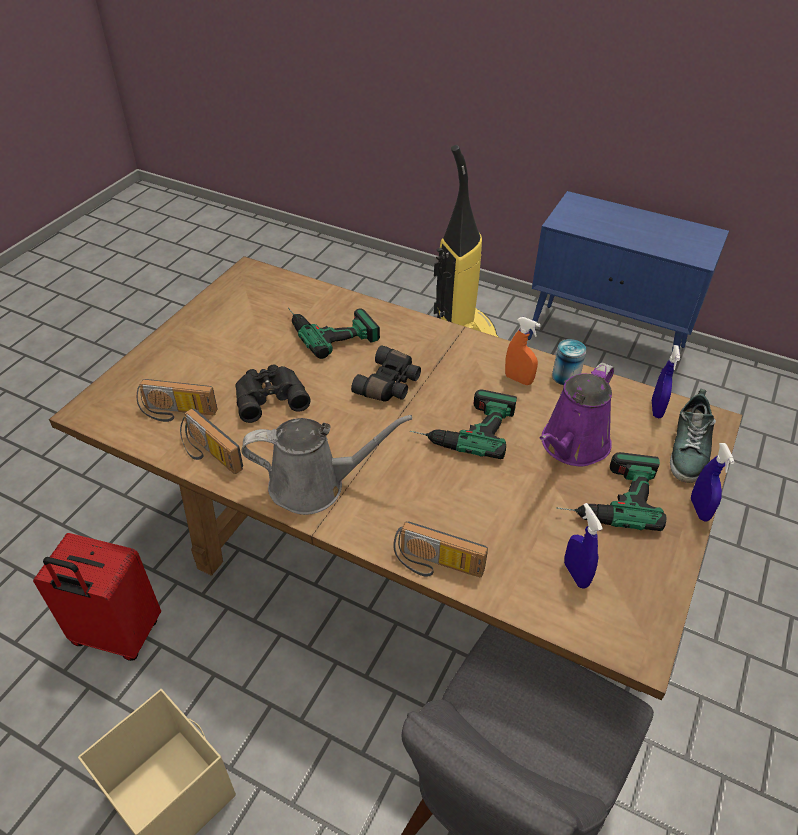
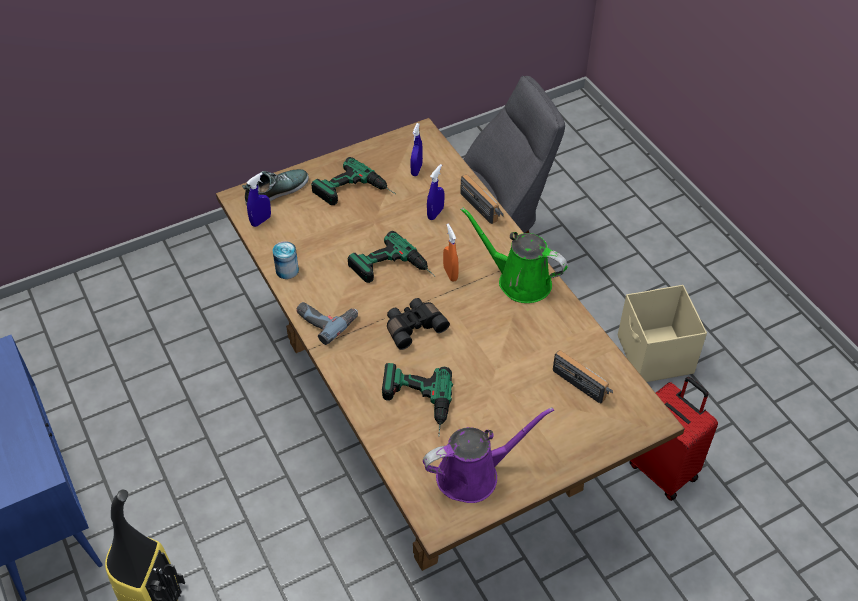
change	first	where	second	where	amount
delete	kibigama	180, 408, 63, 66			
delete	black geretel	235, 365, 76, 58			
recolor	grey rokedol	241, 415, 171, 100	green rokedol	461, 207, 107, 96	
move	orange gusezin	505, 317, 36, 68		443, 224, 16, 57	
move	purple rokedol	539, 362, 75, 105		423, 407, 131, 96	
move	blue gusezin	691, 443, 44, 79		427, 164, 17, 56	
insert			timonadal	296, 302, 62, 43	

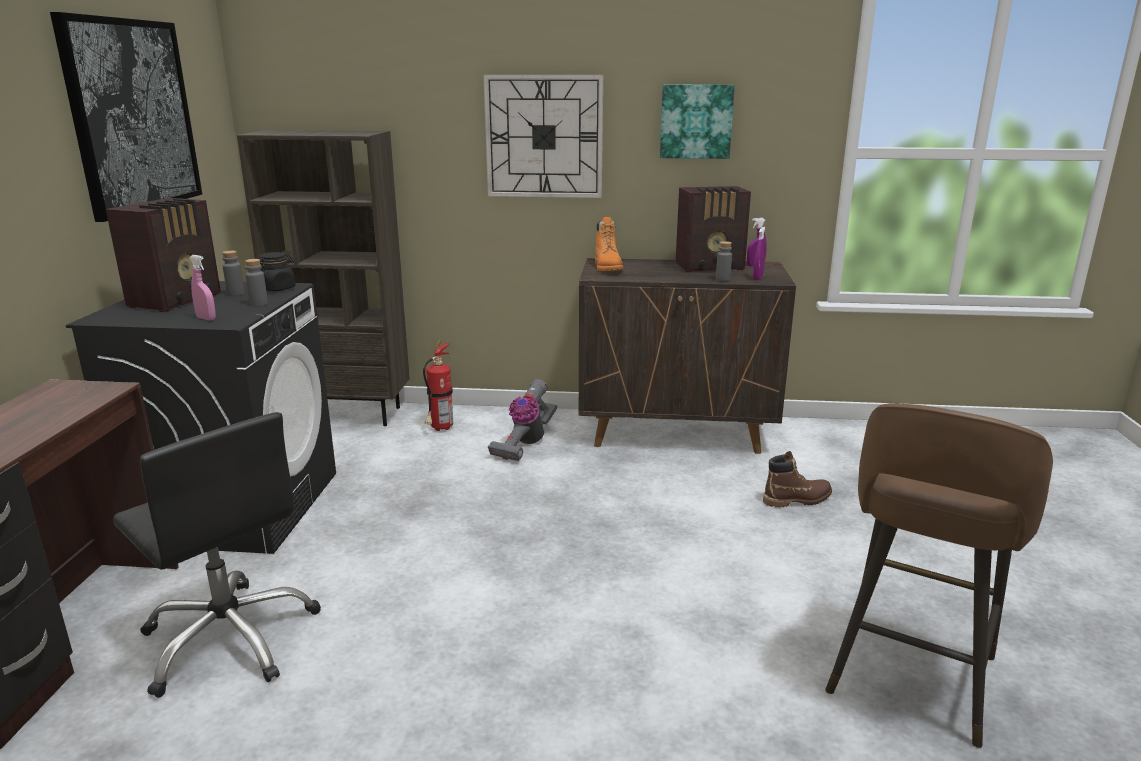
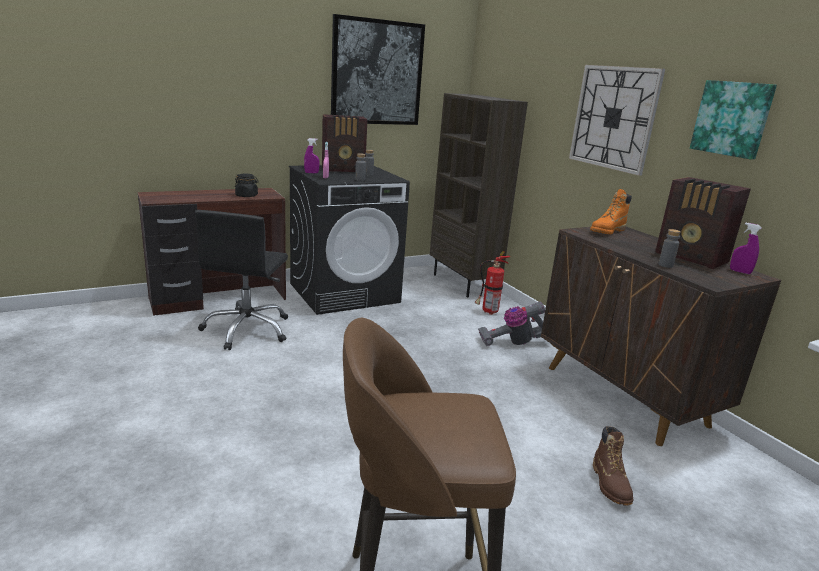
change	first	where	second	where	amount
move	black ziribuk	257, 252, 38, 39		235, 174, 24, 23	
move	purple gusezin	753, 227, 12, 53		304, 138, 16, 35	
rotate	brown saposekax	763, 451, 69, 56		593, 426, 40, 80	45 degrees clockwise

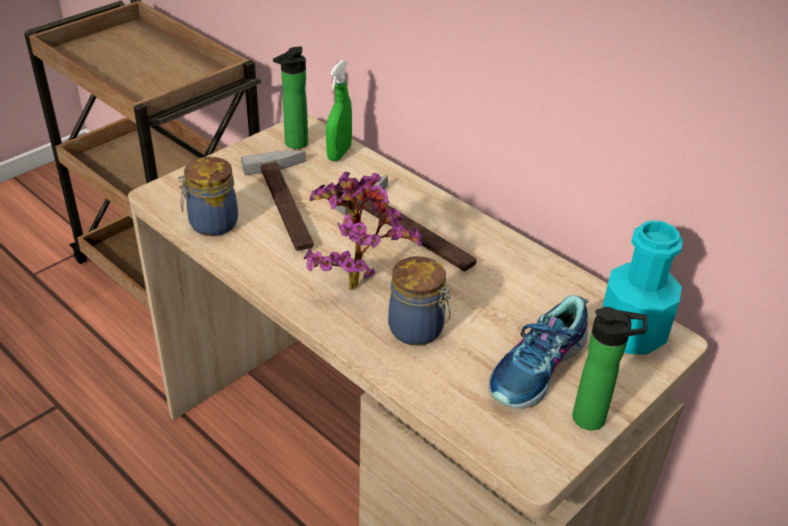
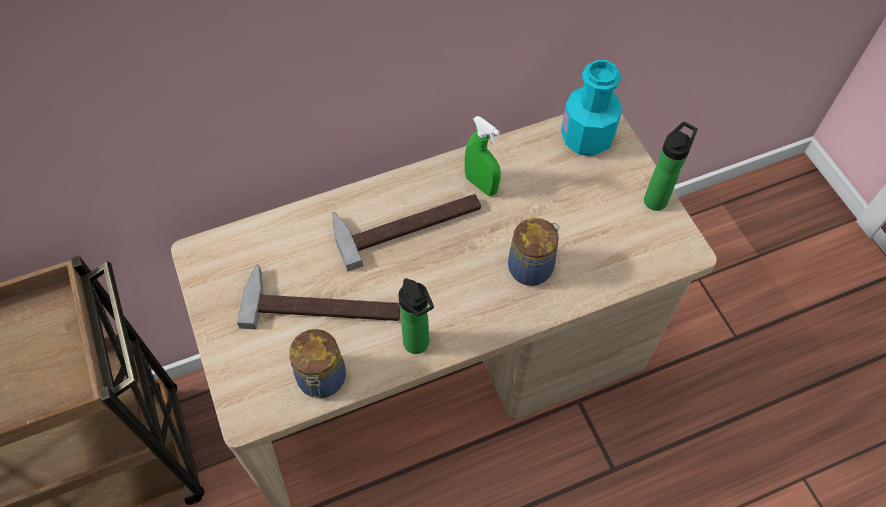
change	first	where	second	where	amount
move	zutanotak	273, 46, 35, 103		398, 278, 36, 76	
delete	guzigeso	304, 172, 118, 118			
move	green gusezin	326, 60, 26, 101		465, 116, 36, 80	
delete	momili	489, 295, 100, 114			

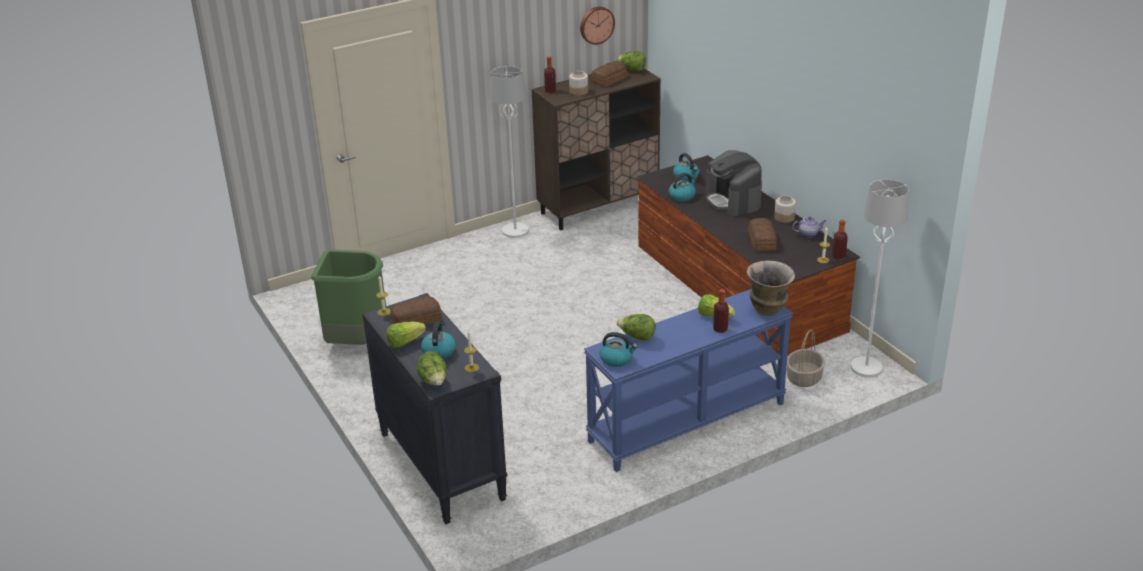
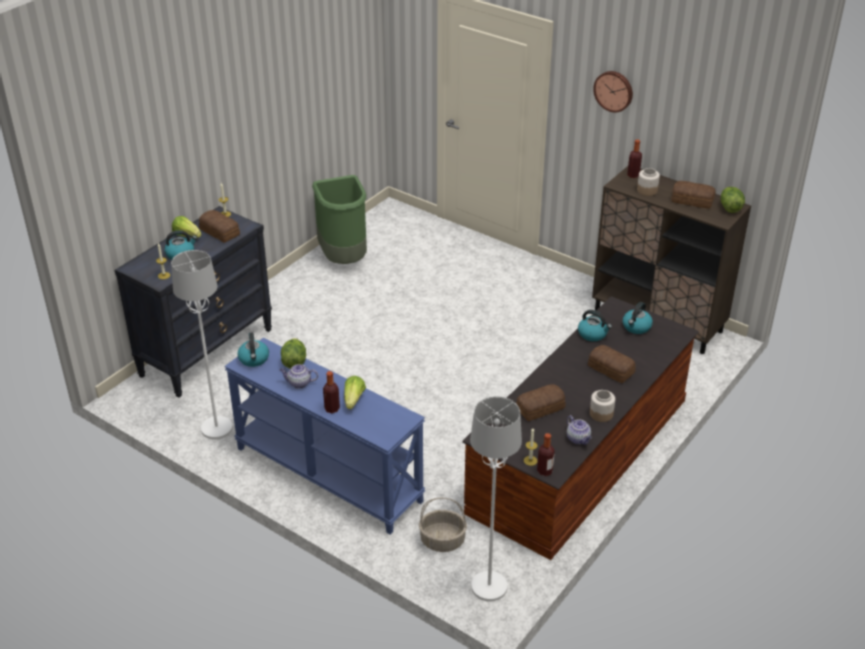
change	first	where	second	where	amount
delete	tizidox	416, 351, 31, 35			
move	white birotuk	490, 66, 39, 172		171, 250, 62, 189	
move	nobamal	580, 7, 35, 38		593, 71, 40, 41	
replace	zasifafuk	706, 150, 56, 66	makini	588, 345, 48, 38	
delete	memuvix	747, 261, 48, 55			
insert			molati	280, 364, 38, 25	

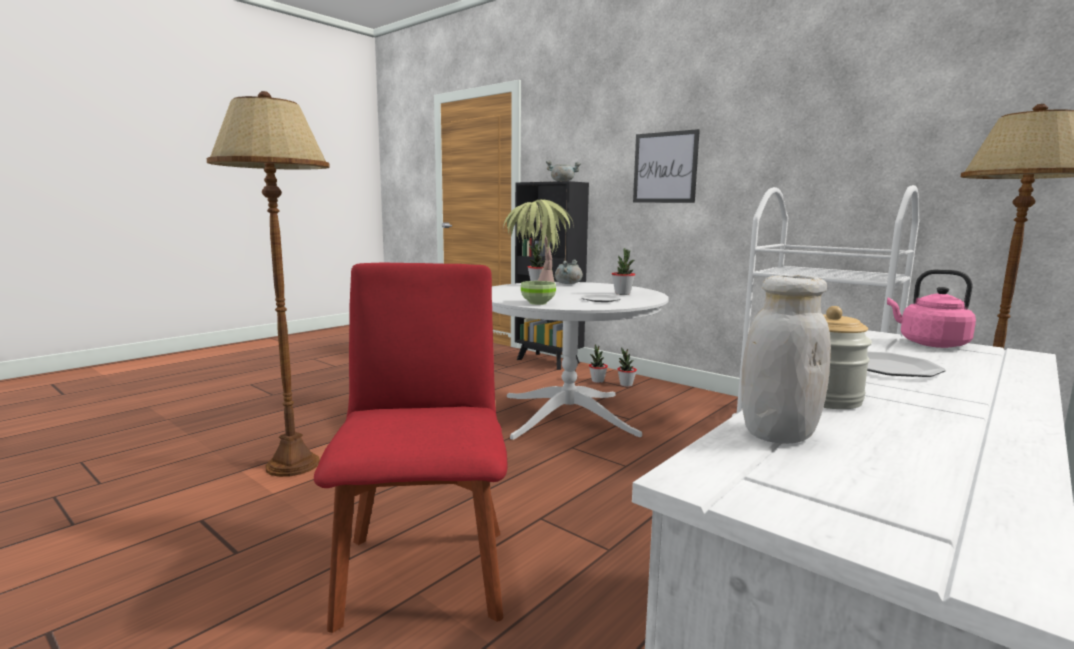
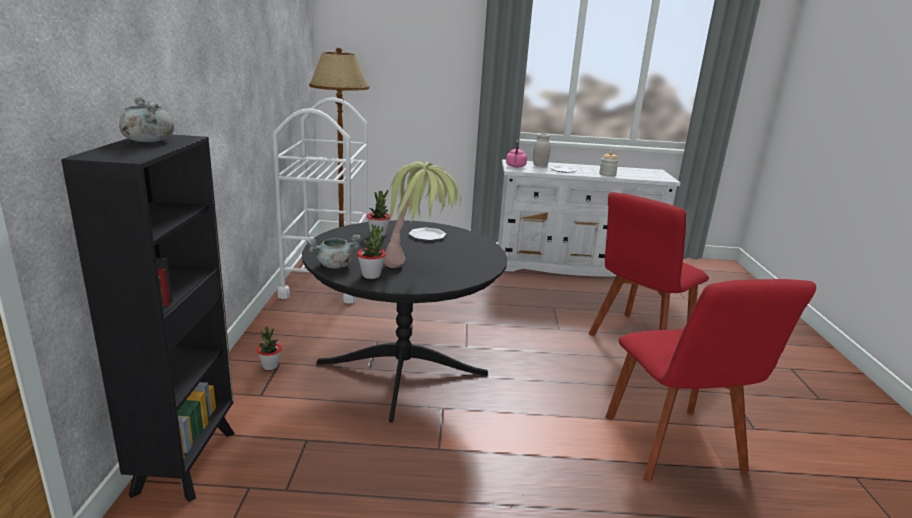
change	first	where	second	where	amount
replace	brown birotuk	206, 91, 124, 386	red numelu	606, 279, 210, 203	
recolor	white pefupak	492, 282, 177, 158	black pefupak	302, 220, 205, 202	
delete	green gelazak	521, 281, 35, 24			
delete	guzigeso	589, 344, 19, 39			
delete	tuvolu	633, 129, 67, 74			
move	white ziribuk	741, 275, 90, 169		533, 133, 18, 33	

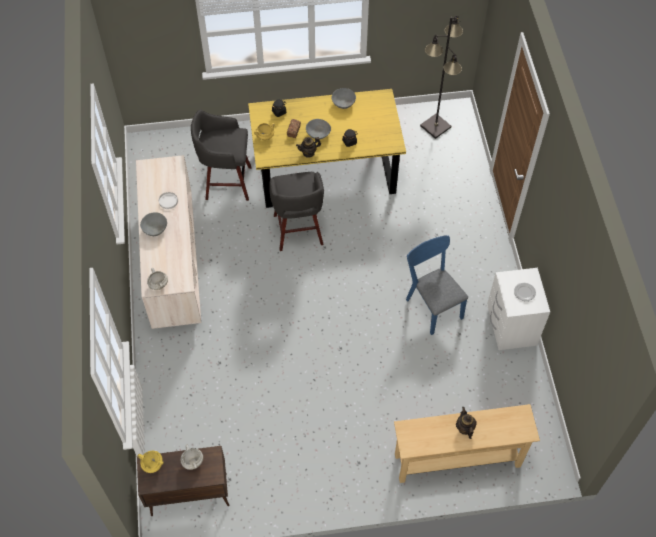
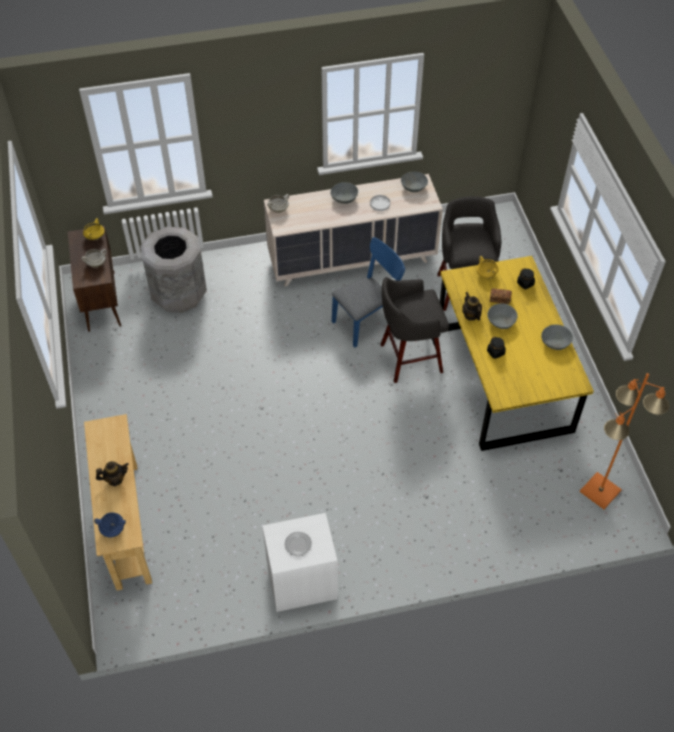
change	first	where	second	where	amount
move	blue numelu	406, 235, 62, 100		332, 237, 73, 111	
recolor	black birotuk	420, 15, 43, 124	orange birotuk	580, 373, 89, 136	
insert			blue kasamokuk	94, 512, 32, 25	
insert			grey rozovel	141, 227, 66, 86	
insert			grey gelazak	401, 171, 27, 21	

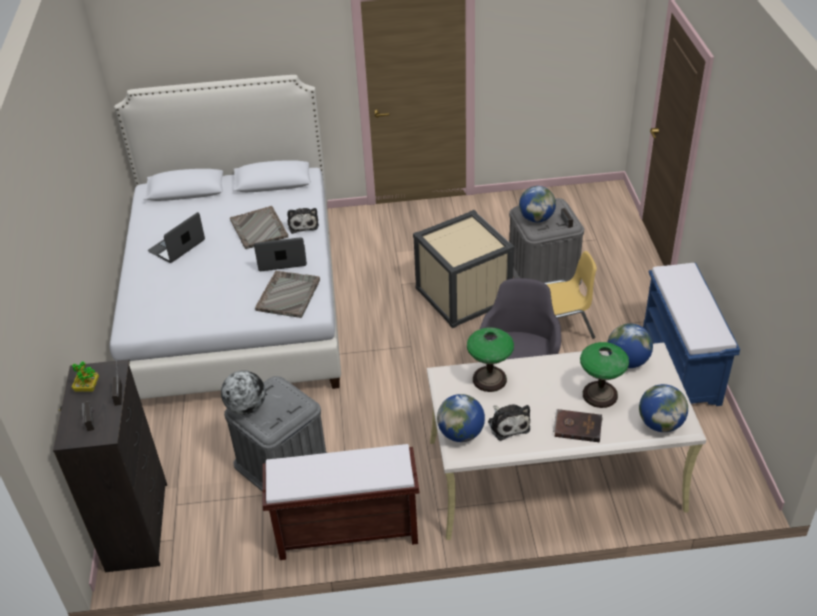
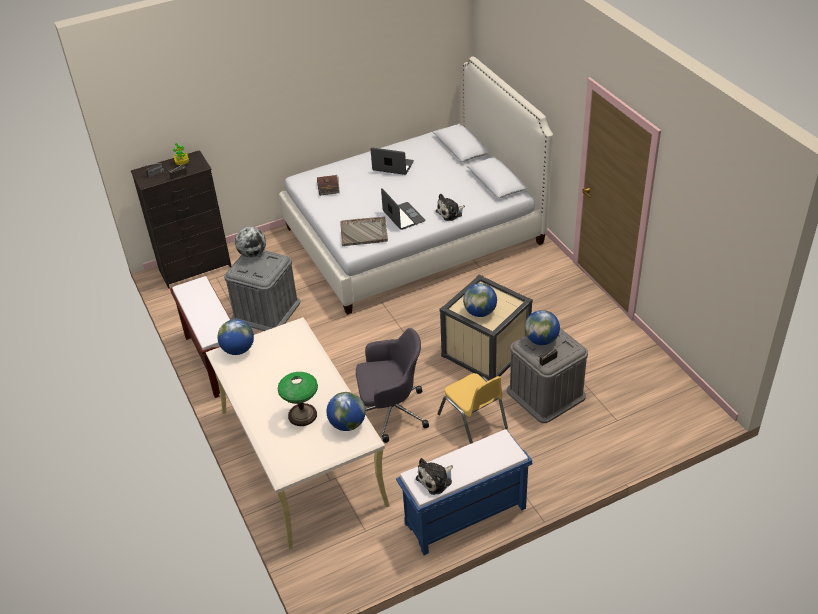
change	first	where	second	where	amount
delete	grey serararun	230, 206, 58, 43			
delete	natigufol	467, 327, 47, 65			
move	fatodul	488, 404, 42, 37		416, 458, 37, 37	
move	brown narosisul	553, 409, 50, 34		317, 175, 23, 21	
move	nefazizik	639, 384, 49, 48		463, 283, 34, 34	

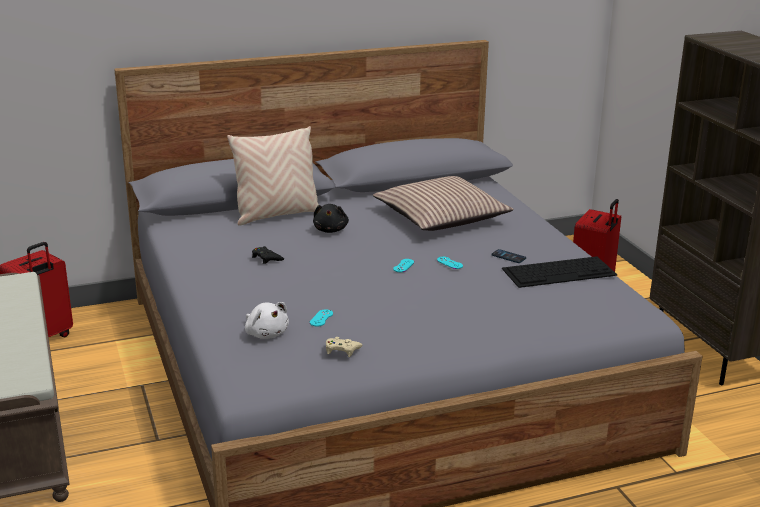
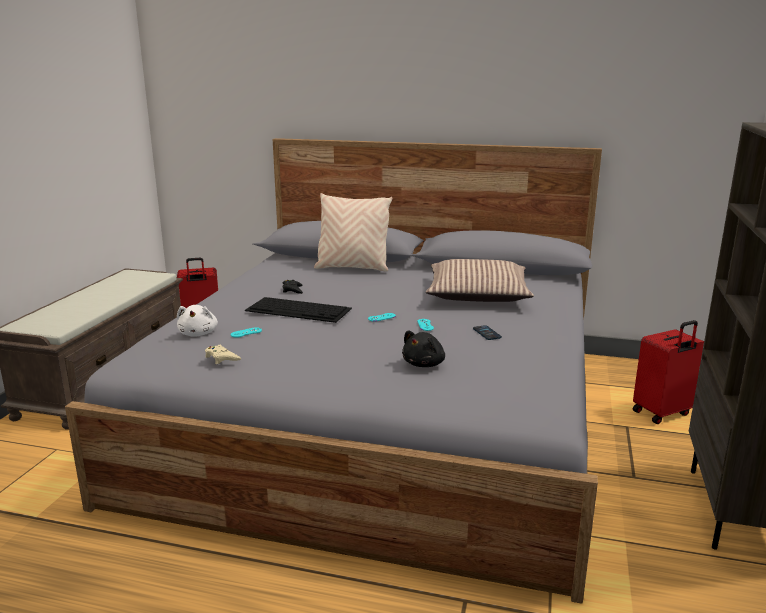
change	first	where	second	where	amount
move	black fatodul	313, 204, 36, 29		402, 330, 43, 37	
move	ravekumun	502, 256, 115, 32		245, 297, 107, 26	

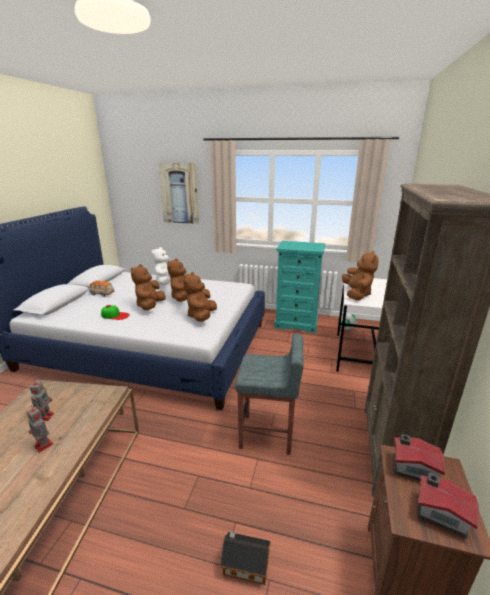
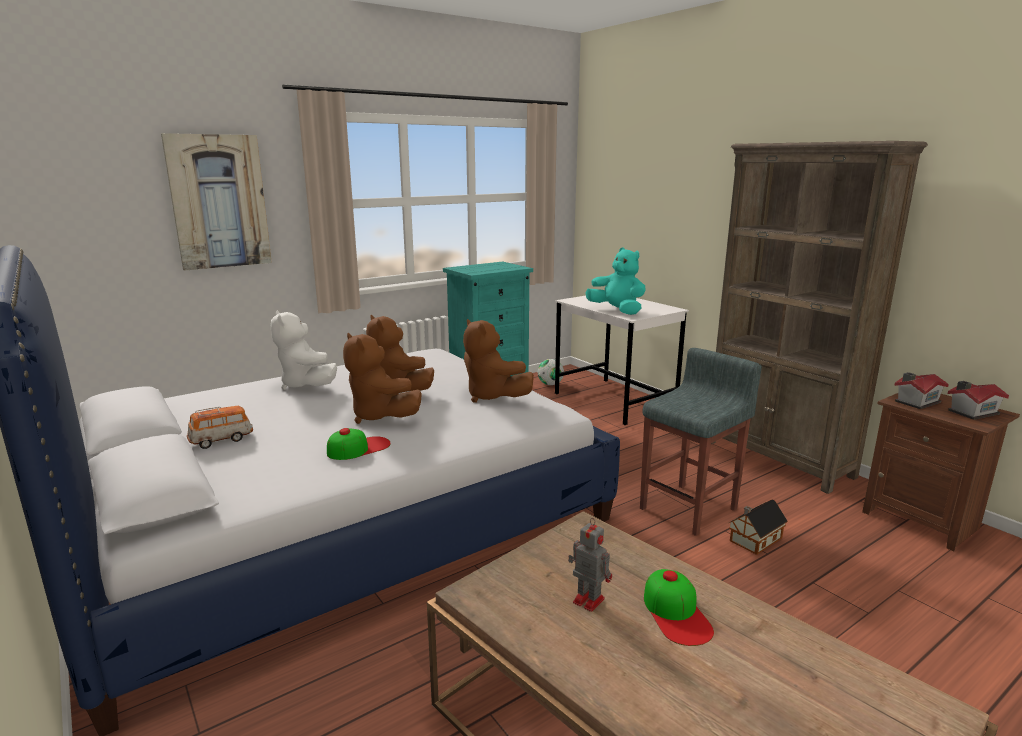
change	first	where	second	where	amount
replace	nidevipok	27, 405, 26, 48	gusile	644, 569, 70, 77	
move	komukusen	220, 531, 51, 54		729, 499, 59, 56	
recolor	brown fatodul	342, 251, 36, 49	turquoise fatodul	585, 247, 61, 68	

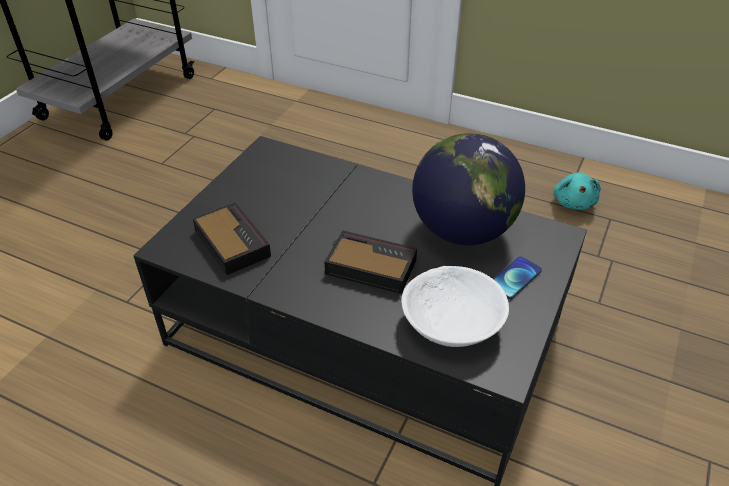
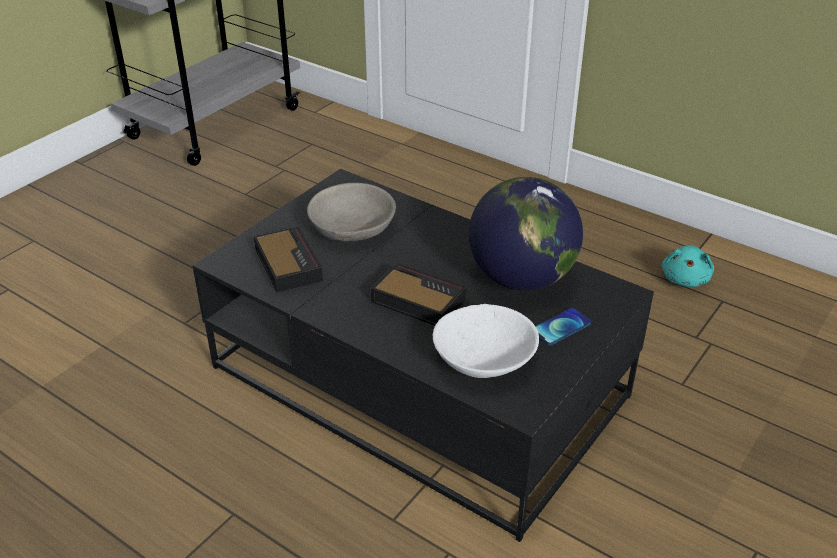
change	first	where	second	where	amount
insert			grey gelazak	307, 183, 89, 58	

